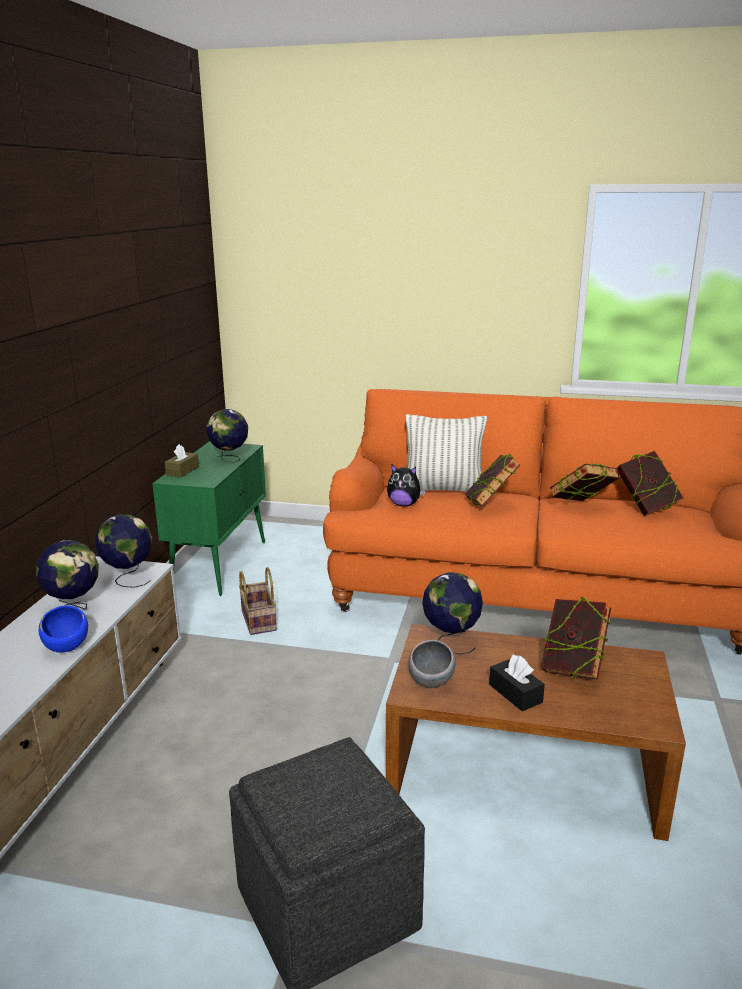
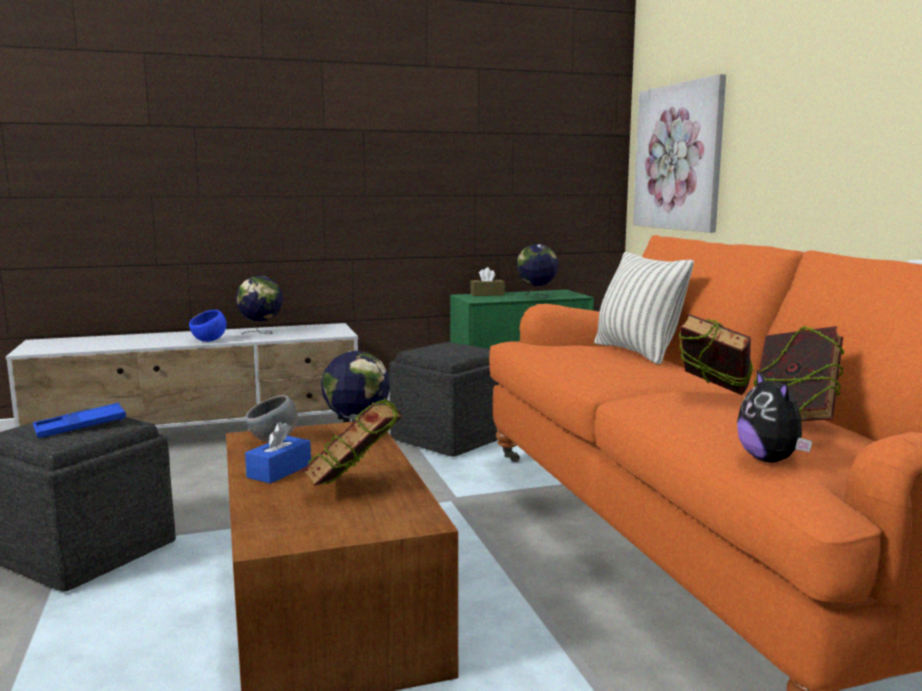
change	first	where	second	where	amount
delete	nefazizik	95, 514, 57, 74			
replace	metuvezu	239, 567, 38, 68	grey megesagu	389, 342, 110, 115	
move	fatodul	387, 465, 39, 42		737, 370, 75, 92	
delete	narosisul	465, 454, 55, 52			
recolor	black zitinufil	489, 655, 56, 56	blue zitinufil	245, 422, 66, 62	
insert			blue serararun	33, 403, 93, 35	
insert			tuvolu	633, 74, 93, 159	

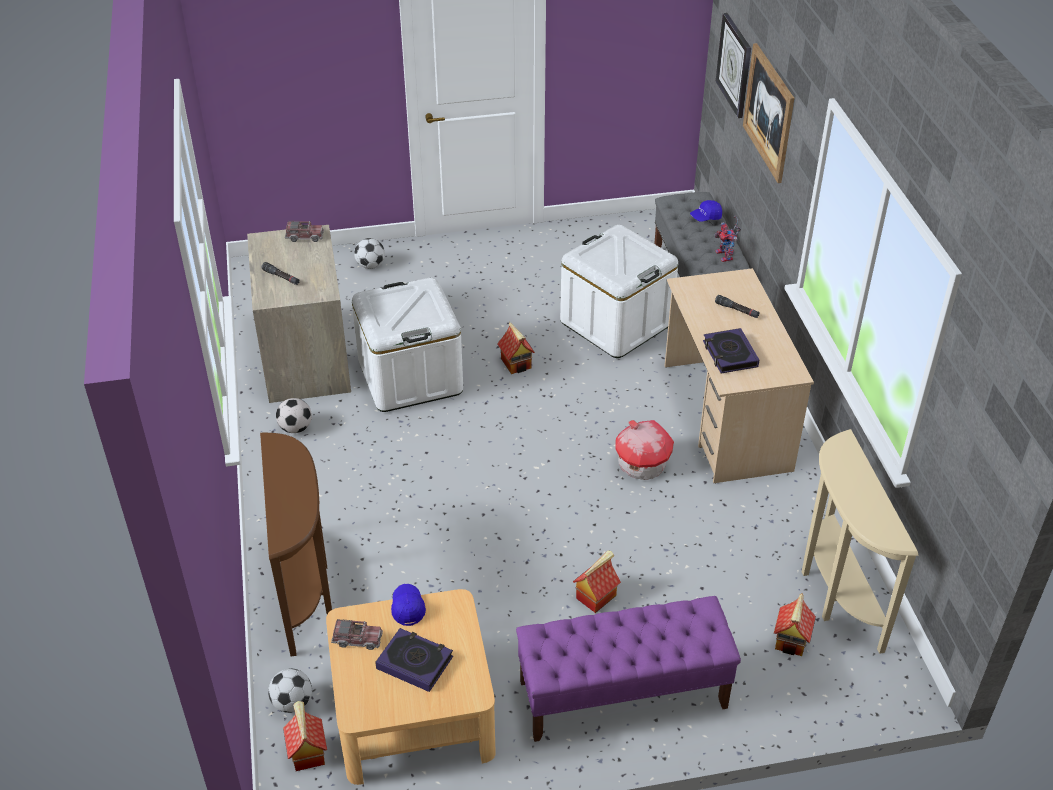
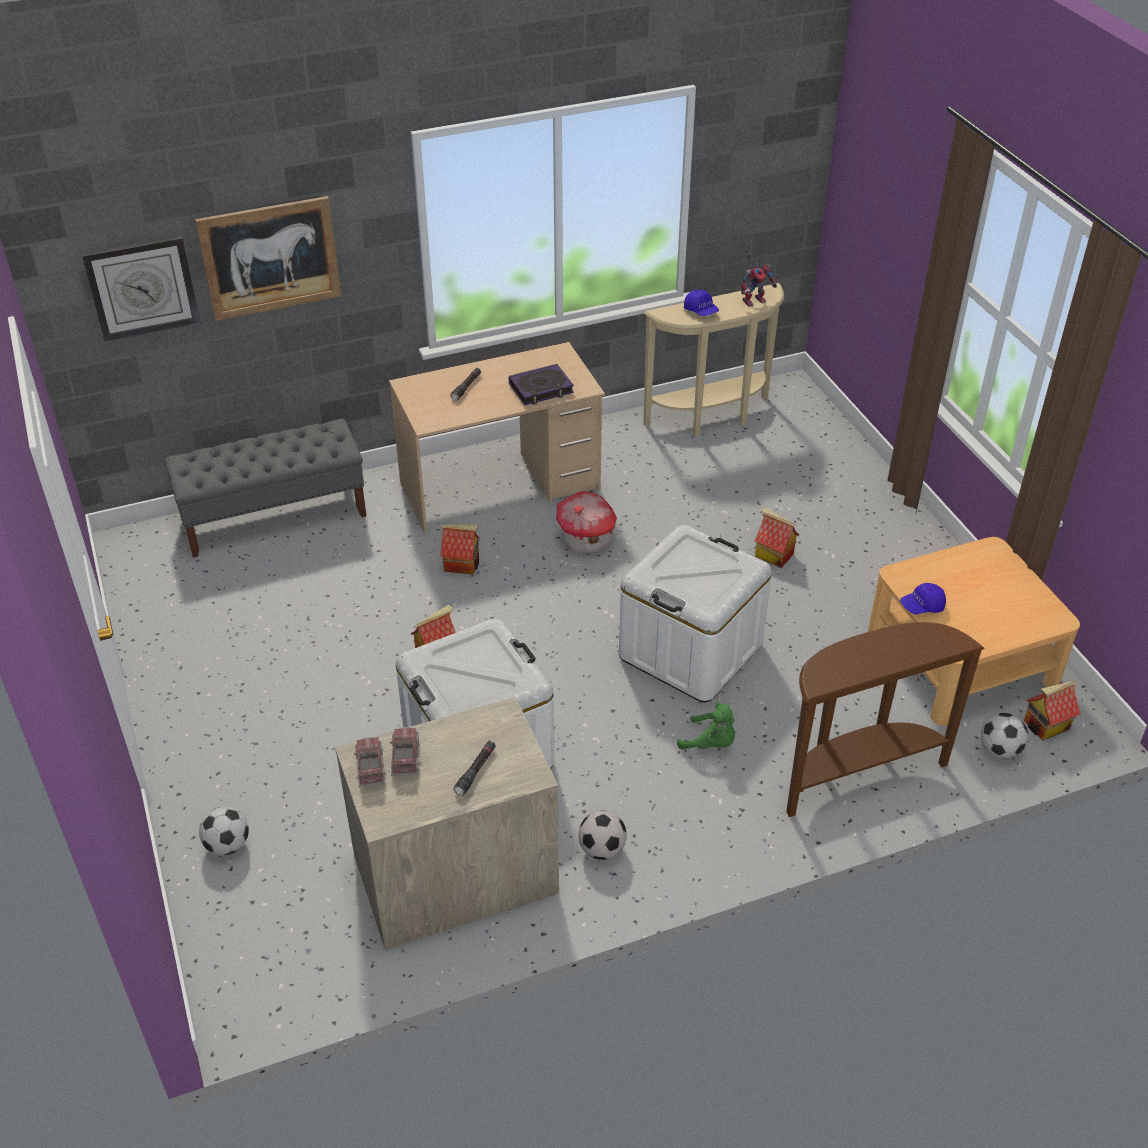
change	first	where	second	where	amount
move	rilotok	331, 619, 52, 31		390, 727, 29, 49	
delete	narosisul	375, 628, 78, 64			
delete	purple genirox	516, 596, 225, 146			
move	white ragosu	560, 225, 118, 133		619, 525, 153, 177	
move	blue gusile	690, 200, 32, 22		684, 290, 35, 26	
move	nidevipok	714, 216, 27, 46		741, 254, 36, 53	
move	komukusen	774, 593, 42, 63		440, 524, 40, 51	
insert			green fatodul	677, 703, 58, 46	

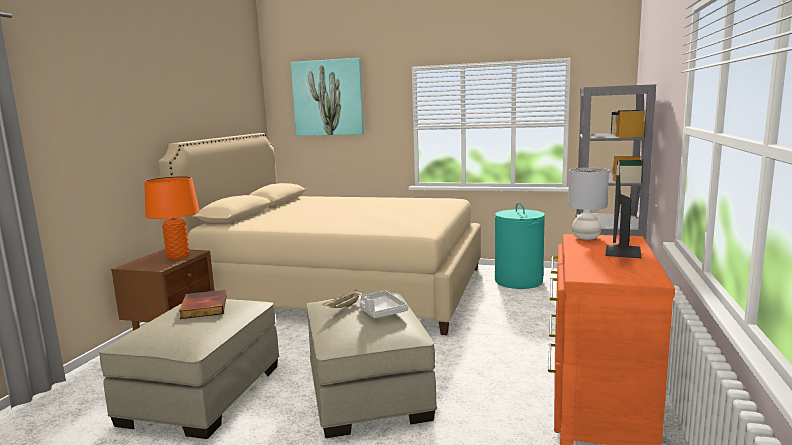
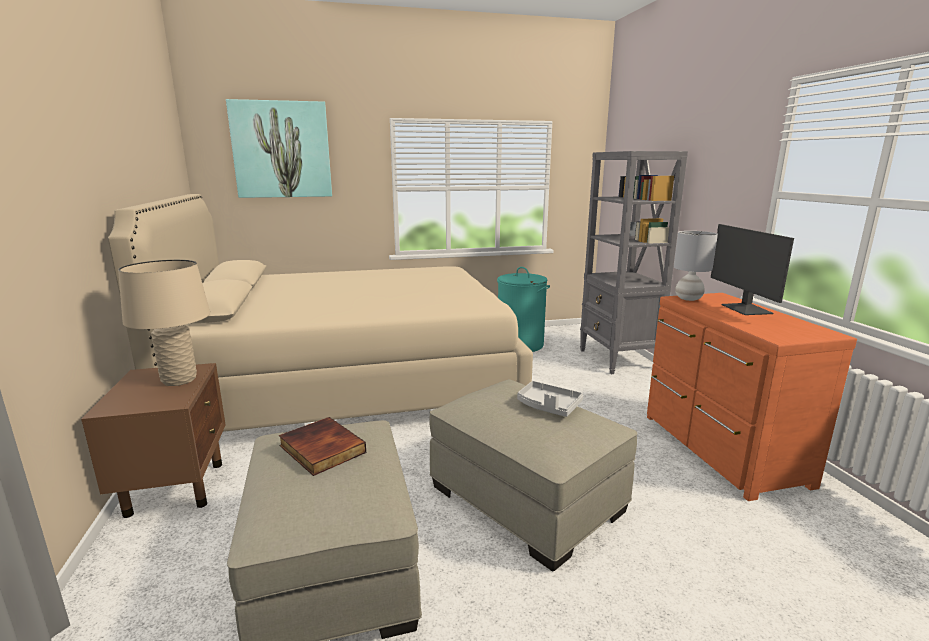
change	first	where	second	where	amount
recolor	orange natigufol	144, 176, 56, 84	beige natigufol	118, 260, 92, 126	
delete	beige serararun	321, 289, 43, 19			

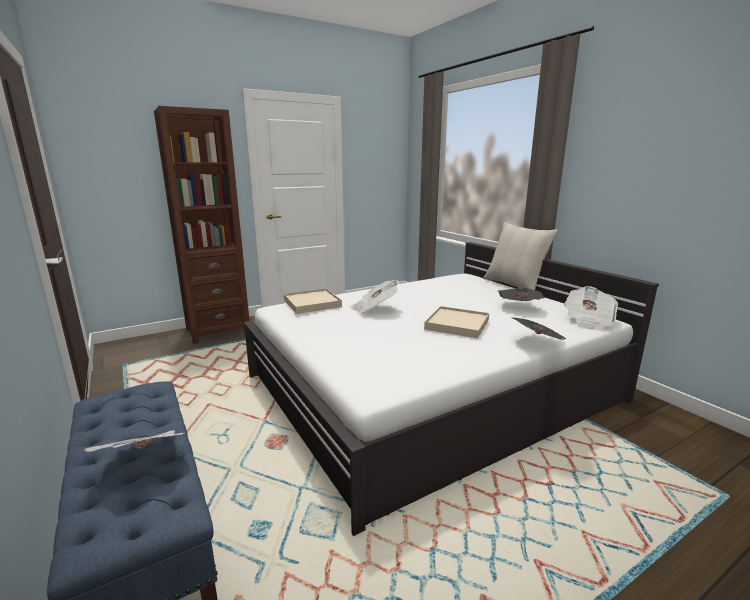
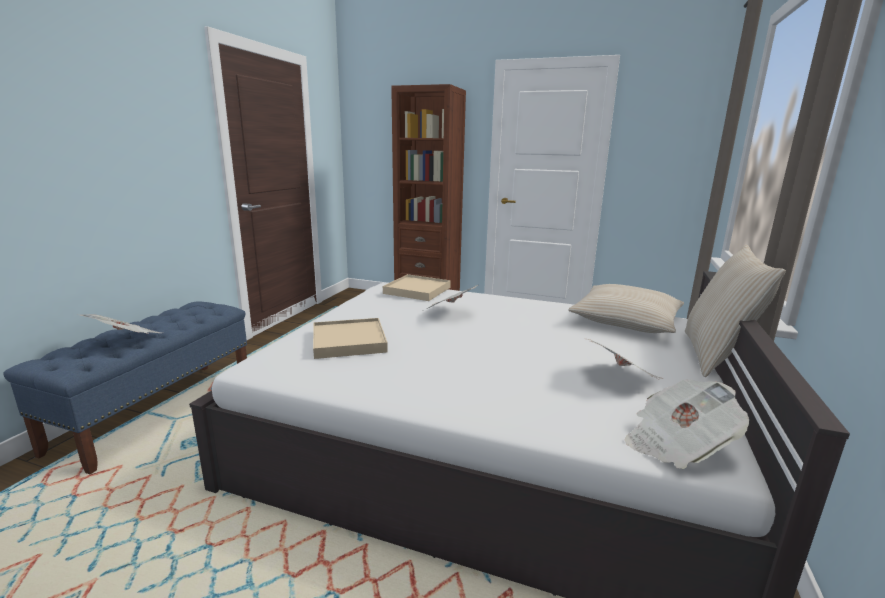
change	first	where	second	where	amount
move	beige serararun	424, 306, 65, 33		313, 318, 75, 41	
delete	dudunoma	510, 317, 56, 23			
insert			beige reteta	568, 284, 116, 49	

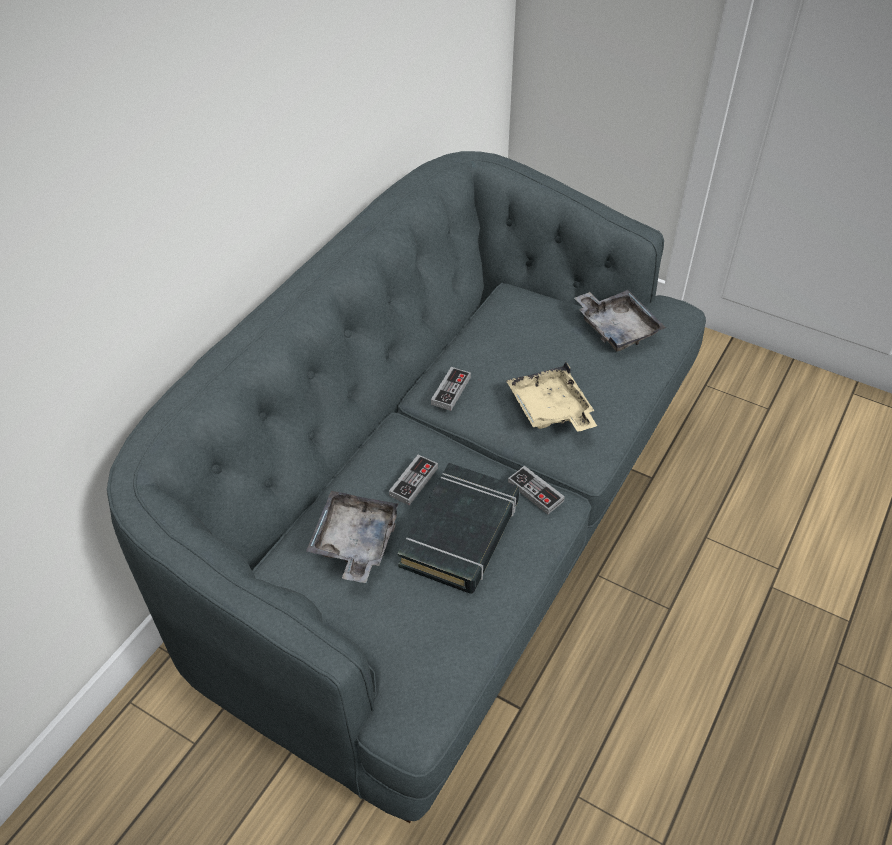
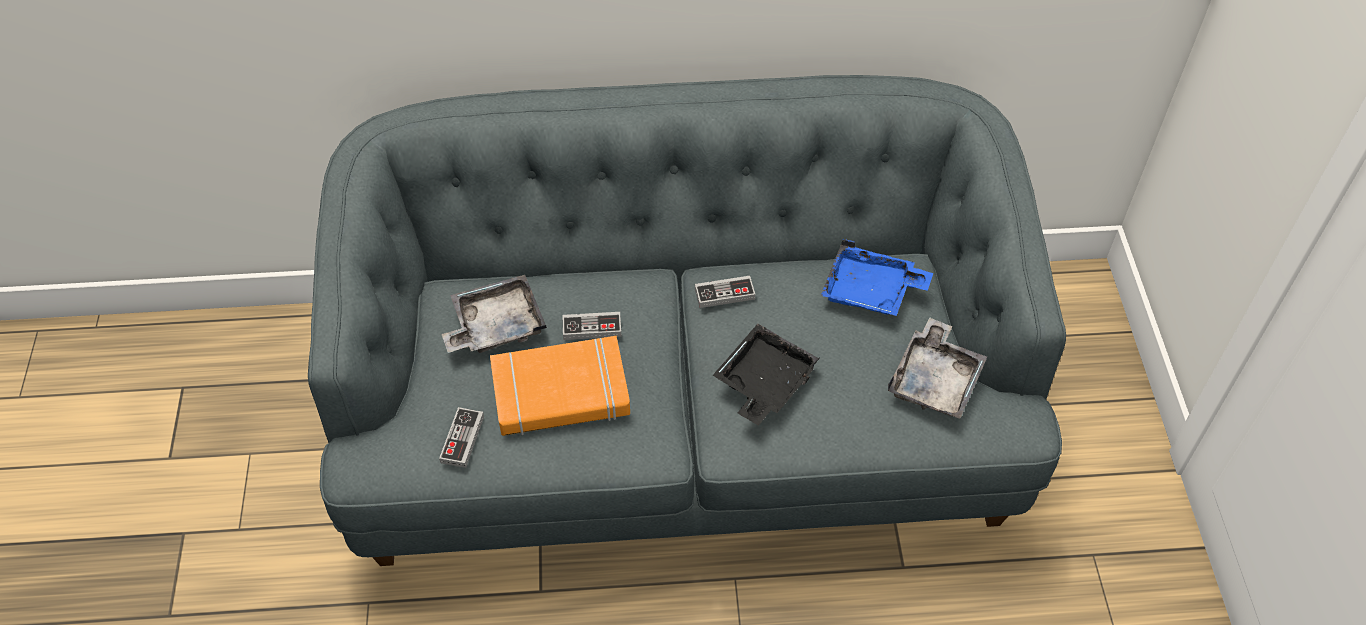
change	first	where	second	where	amount
recolor	black narosisul	397, 463, 122, 131	orange narosisul	490, 336, 140, 100	
recolor	beige serararun	506, 362, 91, 70	black serararun	713, 324, 108, 101	
move	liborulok	508, 466, 57, 48		439, 407, 45, 61	
insert			blue serararun	821, 239, 112, 77	

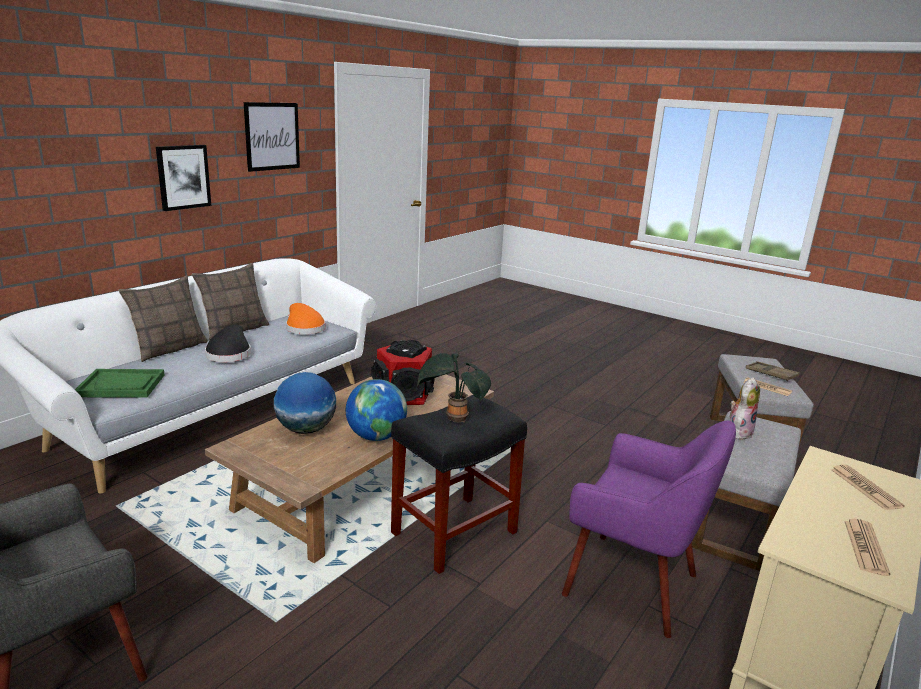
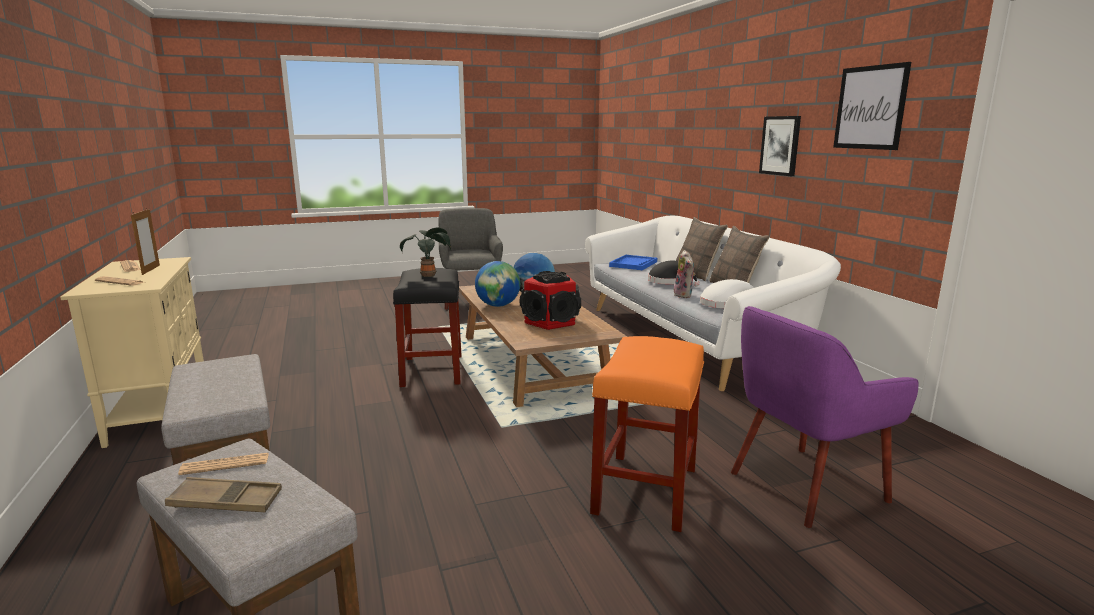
change	first	where	second	where	amount
recolor	green serararun	75, 369, 90, 29	blue serararun	609, 255, 48, 15	
recolor	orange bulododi	286, 303, 39, 32	white bulododi	700, 279, 54, 29	
move	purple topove	562, 421, 174, 217		731, 306, 188, 222	
move	fatodul	730, 377, 30, 62		674, 250, 21, 48	
insert			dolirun	131, 208, 29, 67	
insert			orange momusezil	590, 336, 114, 196	

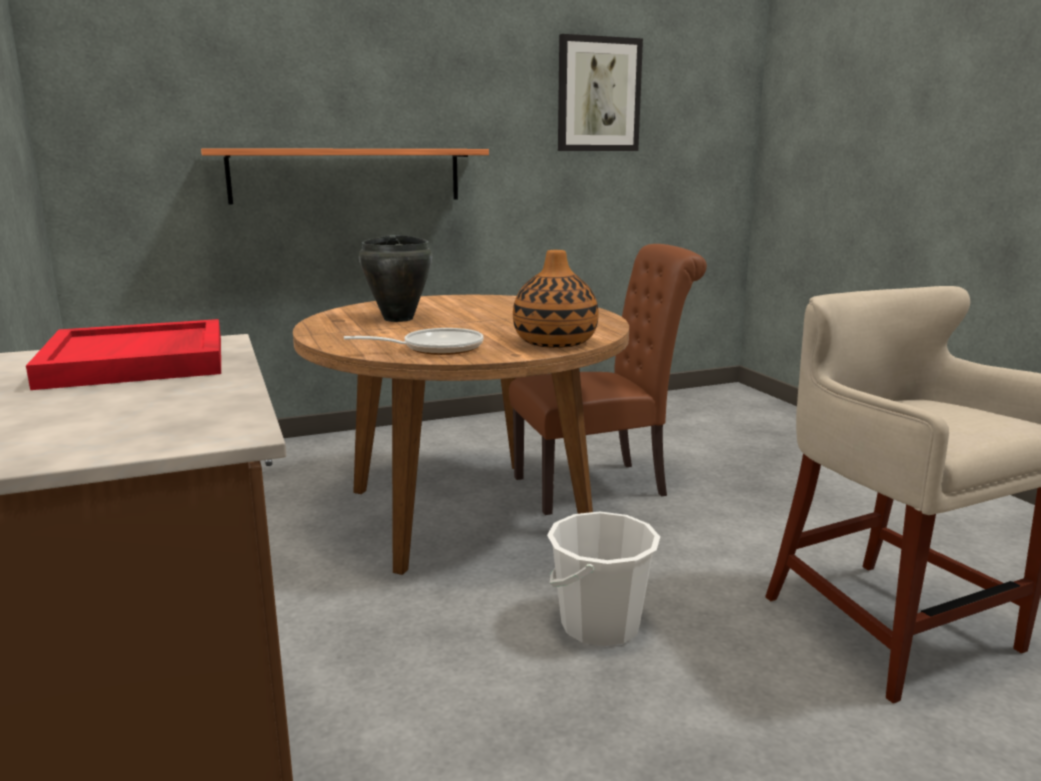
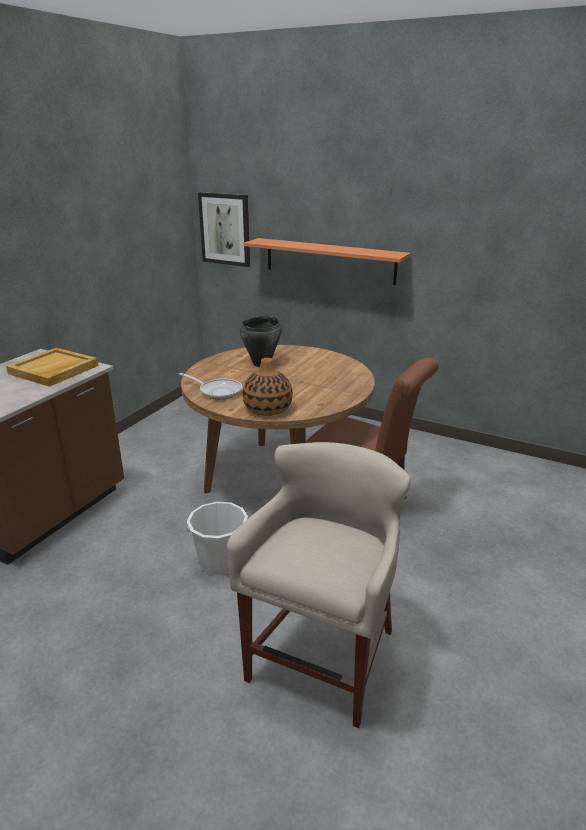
change	first	where	second	where	amount
recolor	red serararun	26, 319, 195, 71	beige serararun	6, 348, 92, 39	
move	tuvolu	558, 34, 85, 117		198, 192, 52, 75	

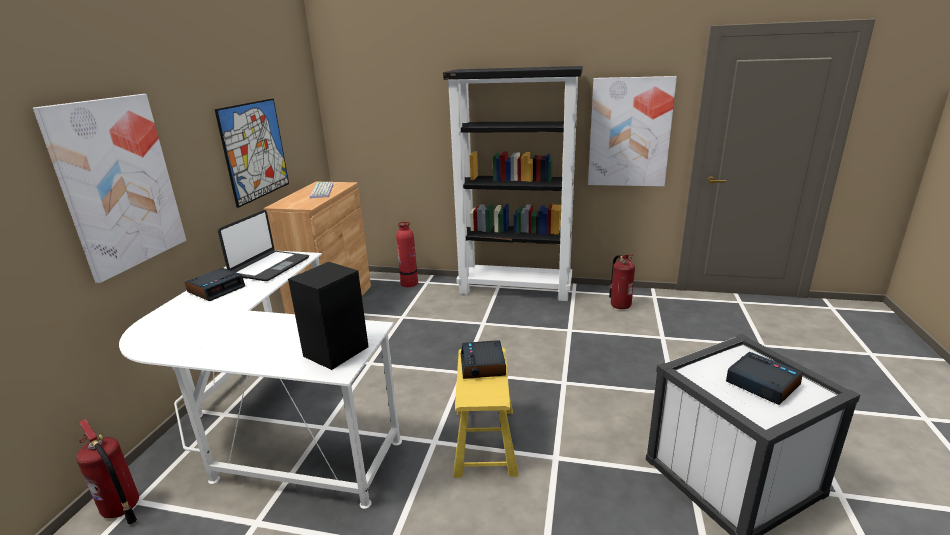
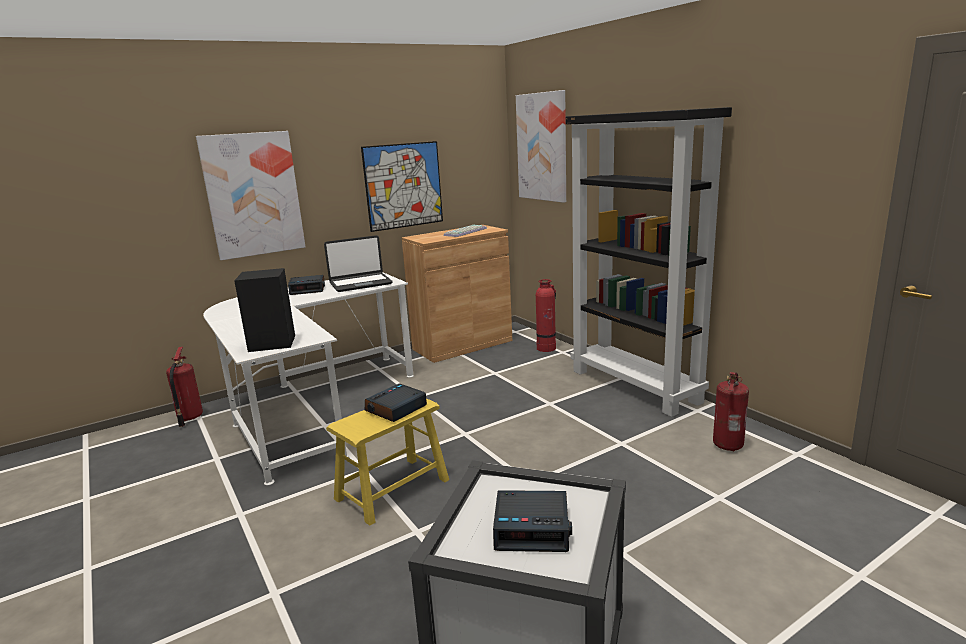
change	first	where	second	where	amount
move	tuvolu	588, 76, 89, 111		516, 90, 50, 113	
rotate	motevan	726, 351, 77, 54		493, 490, 79, 62	90 degrees clockwise

